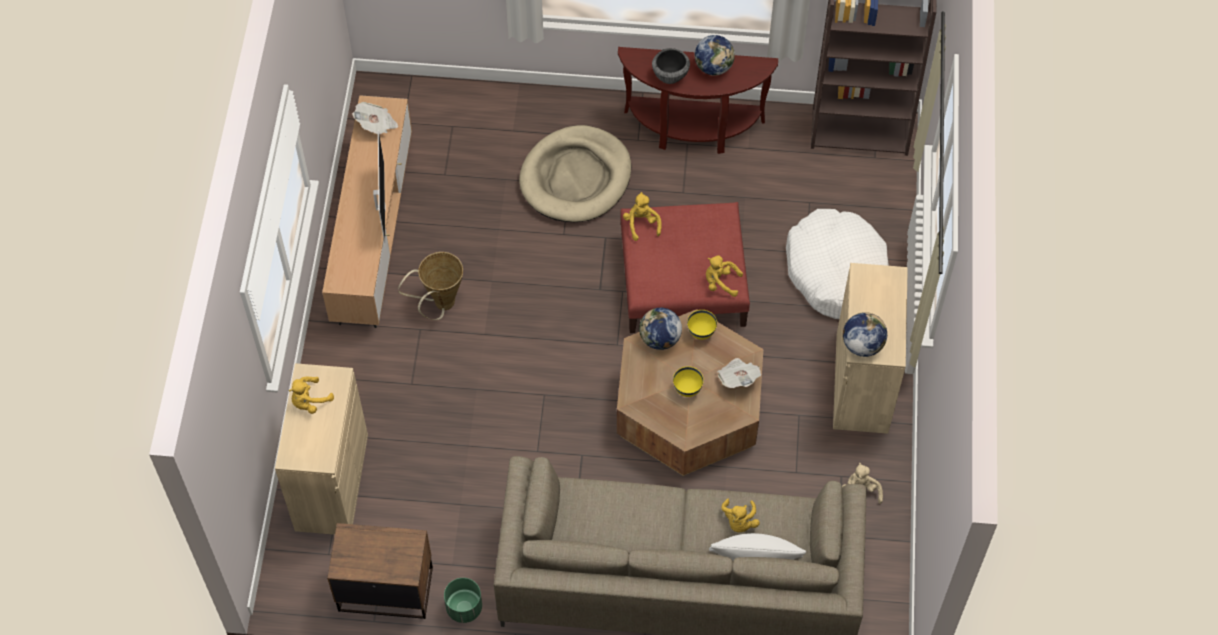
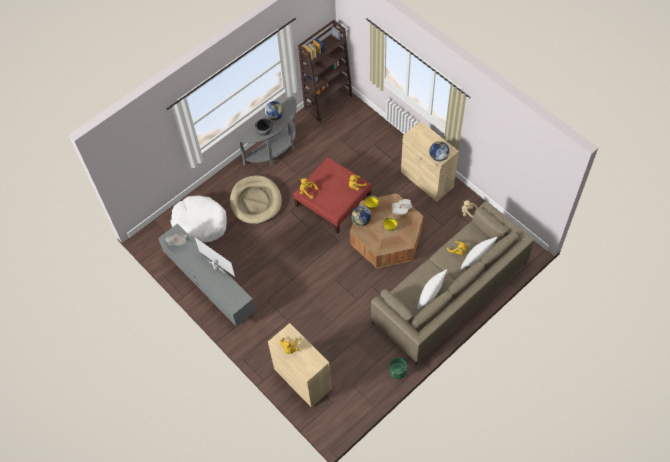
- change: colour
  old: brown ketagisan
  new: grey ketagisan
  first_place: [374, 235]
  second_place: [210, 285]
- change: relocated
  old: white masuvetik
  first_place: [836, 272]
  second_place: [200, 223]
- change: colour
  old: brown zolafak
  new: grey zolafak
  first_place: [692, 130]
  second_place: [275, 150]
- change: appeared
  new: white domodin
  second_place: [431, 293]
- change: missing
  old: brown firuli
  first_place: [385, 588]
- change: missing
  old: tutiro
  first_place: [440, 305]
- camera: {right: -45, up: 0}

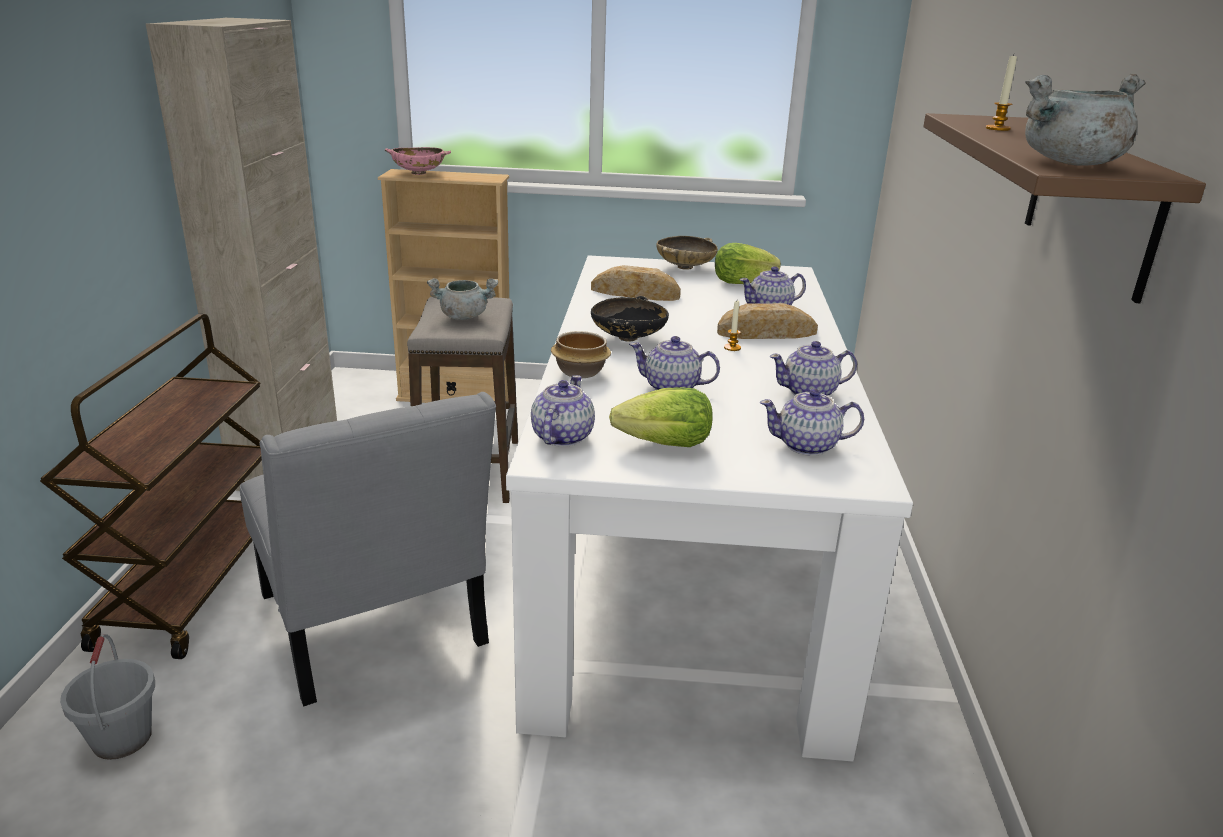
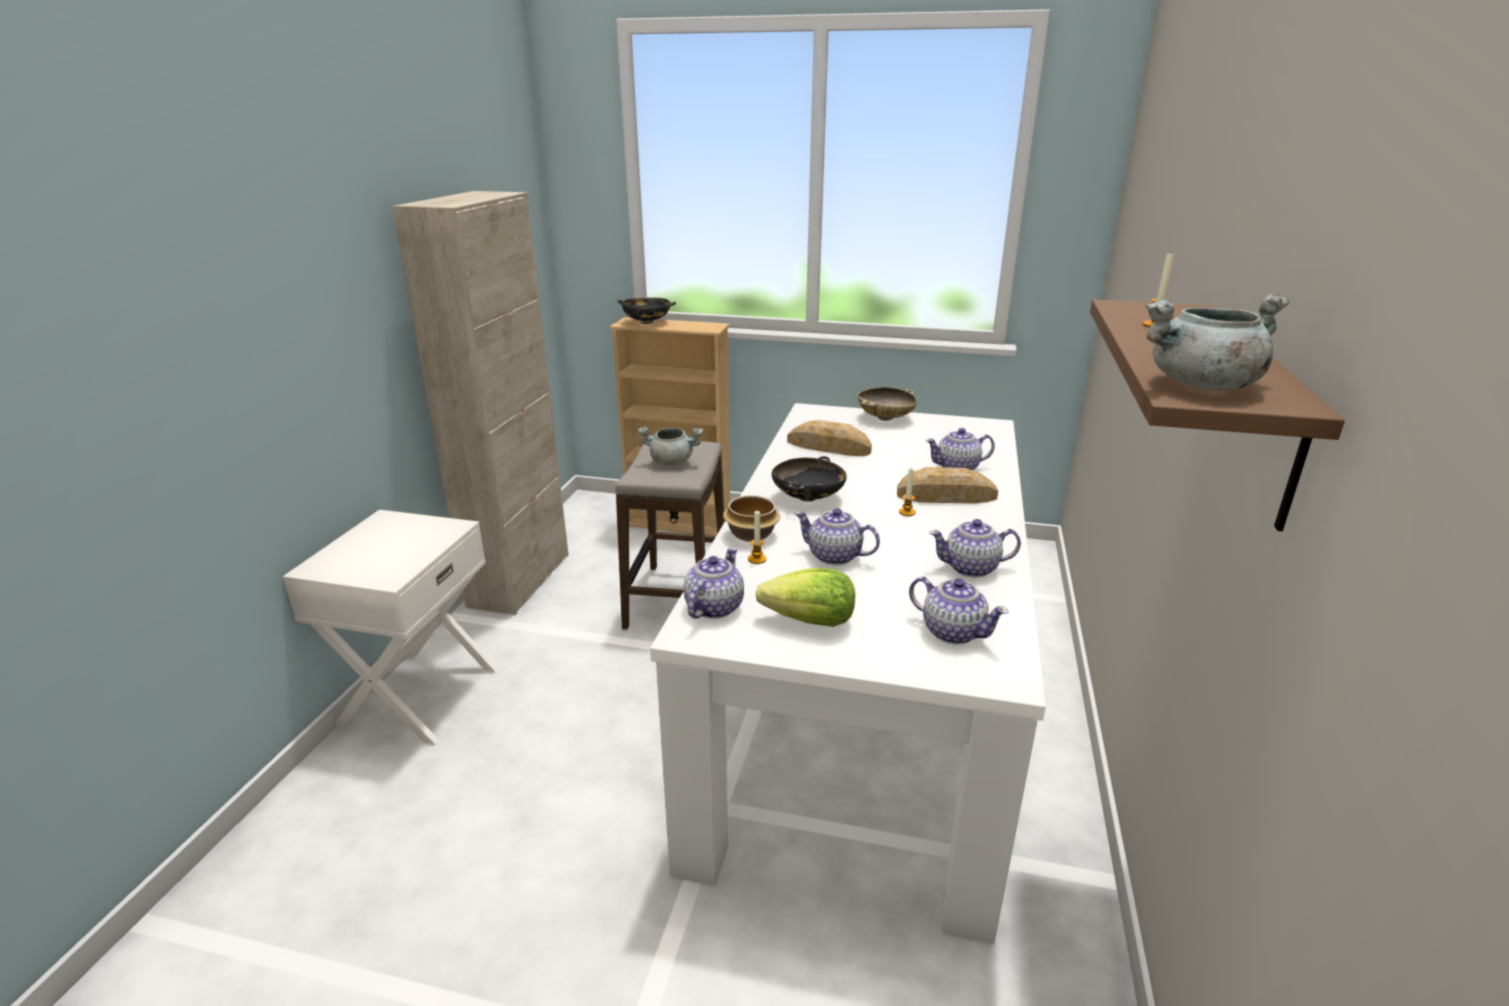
- change: exchanged
  old: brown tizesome
  new: white firuli
  first_place: [193, 581]
  second_place: [418, 695]
- change: colour
  old: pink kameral
  new: black kameral
  first_place: [419, 173]
  second_place: [647, 322]
- change: appeared
  new: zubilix
  second_place: [757, 559]
- change: spun
  old: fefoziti
  first_place: [807, 446]
  second_place: [952, 631]
  degrees: -150
- change: missing
  old: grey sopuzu
  first_place: [121, 738]
- change: missing
  old: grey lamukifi
  first_place: [375, 628]
- change: missing
  old: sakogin
  first_place: [741, 282]
- camera: {right: 10, up: 0}

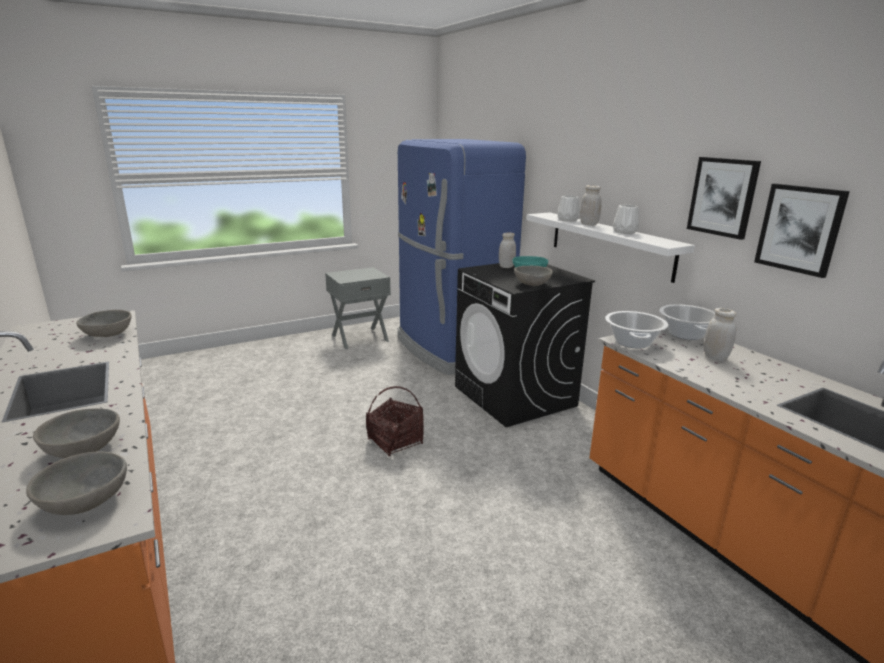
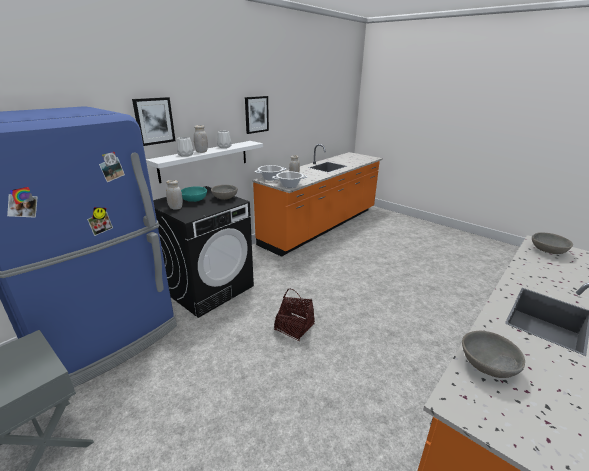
- change: relocated
  old: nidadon
  first_place: [799, 229]
  second_place: [154, 121]
- change: missing
  old: grey kameral
  first_place: [85, 449]
- camera: {right: -110, up: 5}

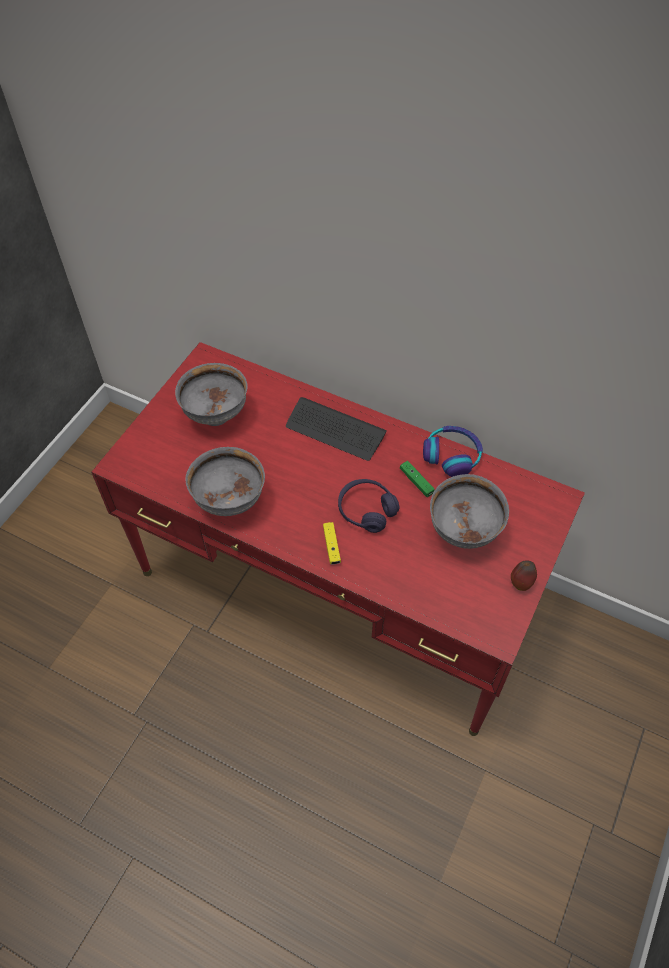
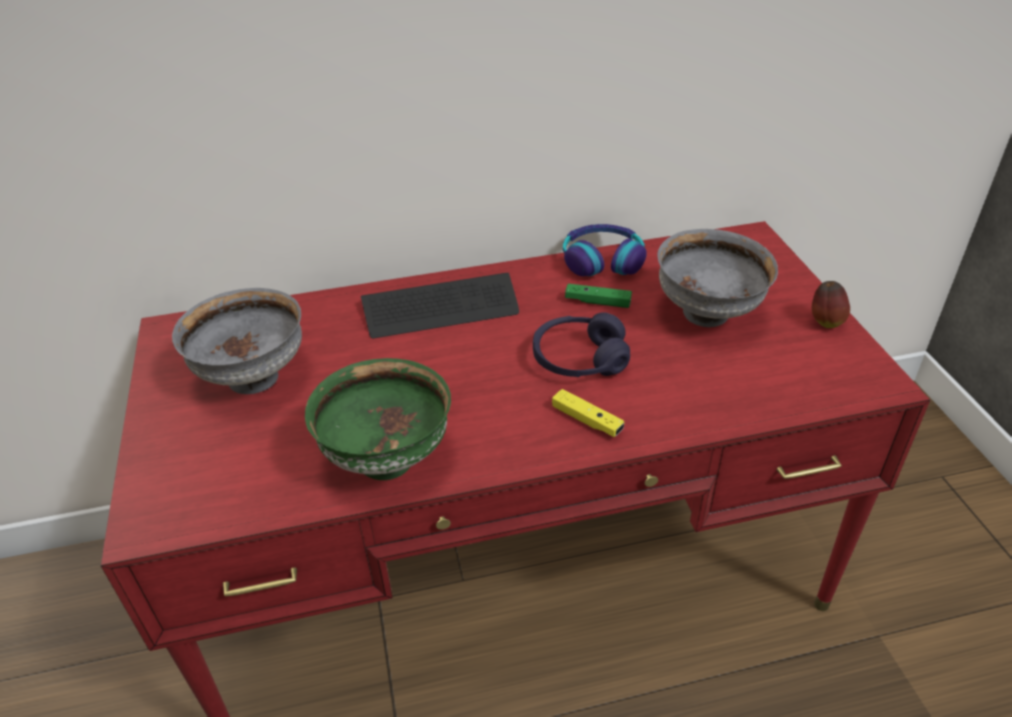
- change: colour
  old: grey kameral
  new: green kameral
  first_place: [229, 500]
  second_place: [386, 458]
- camera: {right: -40, up: -15}

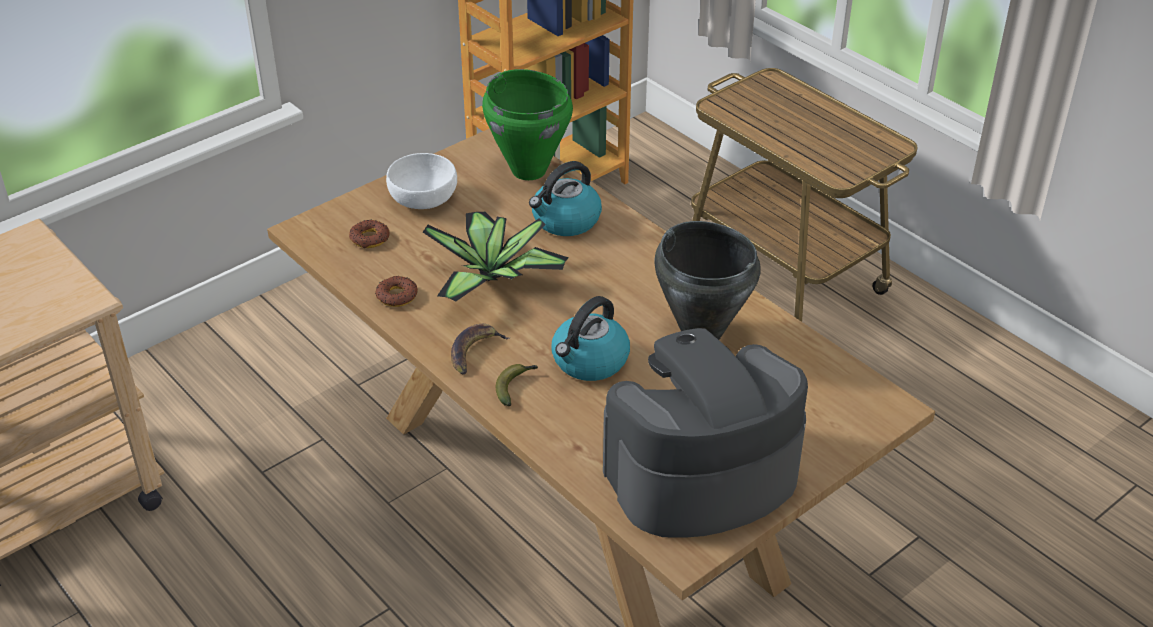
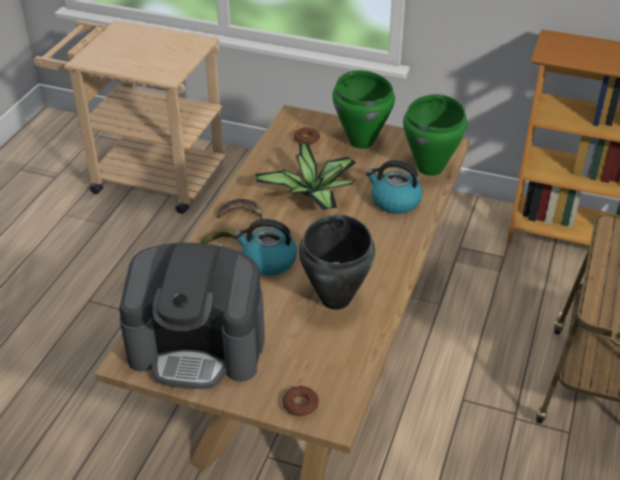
- change: spun
  old: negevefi
  first_place: [700, 475]
  second_place: [198, 346]
  degrees: 150
- change: relocated
  old: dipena
  first_place: [397, 296]
  second_place: [300, 404]
- change: exchanged
  old: white kameral
  new: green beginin
  first_place: [422, 198]
  second_place: [361, 141]
- camera: {right: 60, up: 0}

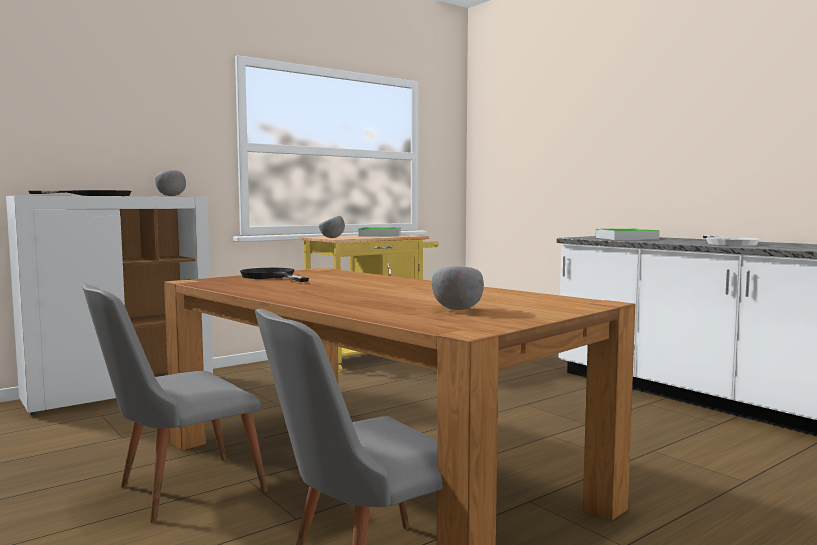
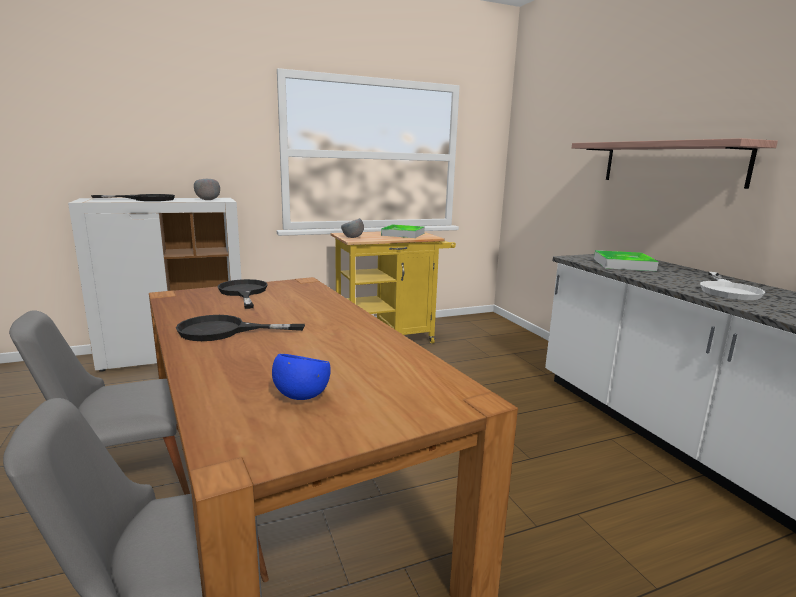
- change: appeared
  new: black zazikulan
  second_place: [224, 331]
- change: colour
  old: grey kameral
  new: blue kameral
  first_place: [457, 310]
  second_place: [301, 397]
- change: appeared
  new: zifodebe
  second_place: [670, 163]
- camera: {right: 15, up: 10}

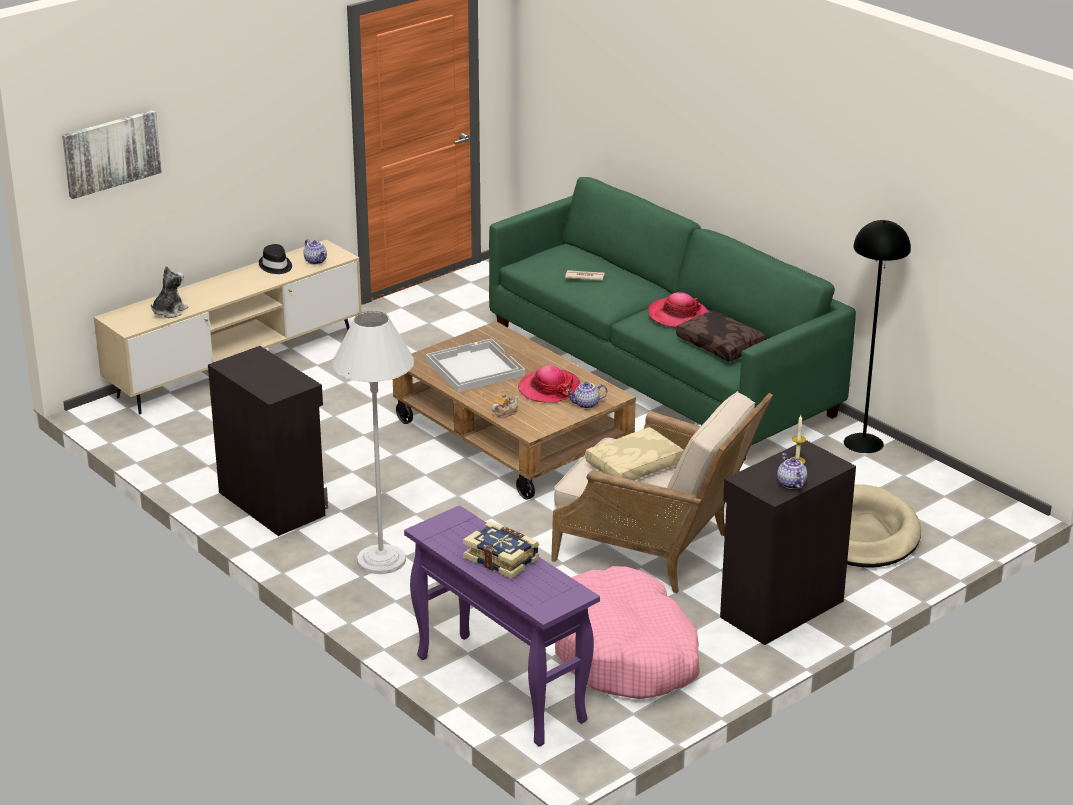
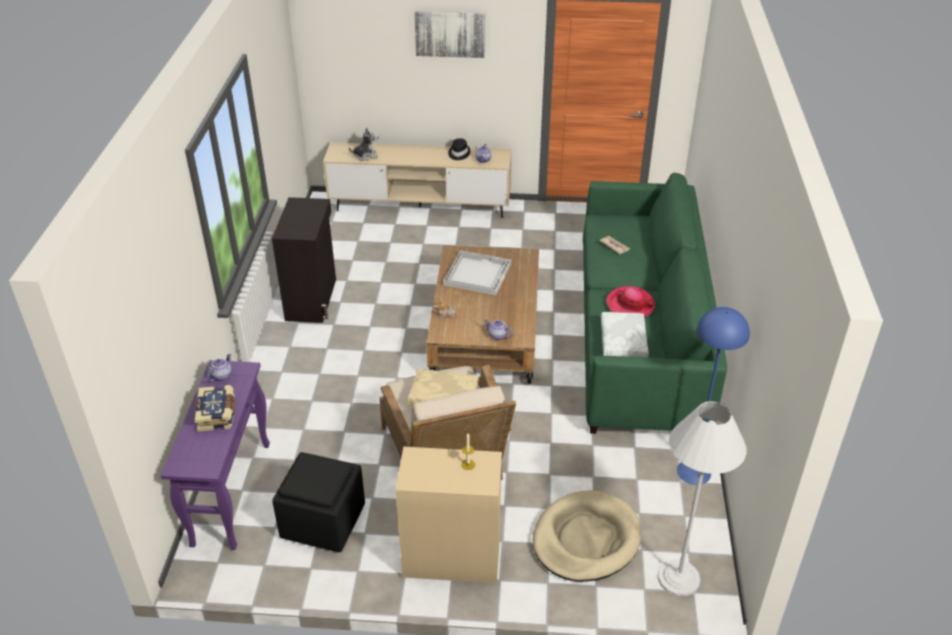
- change: relocated
  old: fefoziti
  first_place: [790, 484]
  second_place: [221, 376]
- change: exchanged
  old: pink masuvetik
  new: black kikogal
  first_place: [626, 653]
  second_place: [323, 521]
- change: colour
  old: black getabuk
  new: beige getabuk
  first_place: [779, 608]
  second_place: [451, 557]
- change: relocated
  old: nidadon
  first_place: [111, 153]
  second_place: [450, 34]
- change: colour
  old: brown domodin
  new: white domodin
  first_place: [722, 345]
  second_place: [624, 342]
- change: relocated
  old: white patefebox
  first_place: [381, 560]
  second_place: [678, 578]
- change: colour
  old: black patefebox
  new: blue patefebox
  first_place: [864, 443]
  second_place: [694, 472]
- change: missing
  old: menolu
  first_place: [549, 389]
- camera: {right: 45, up: 10}

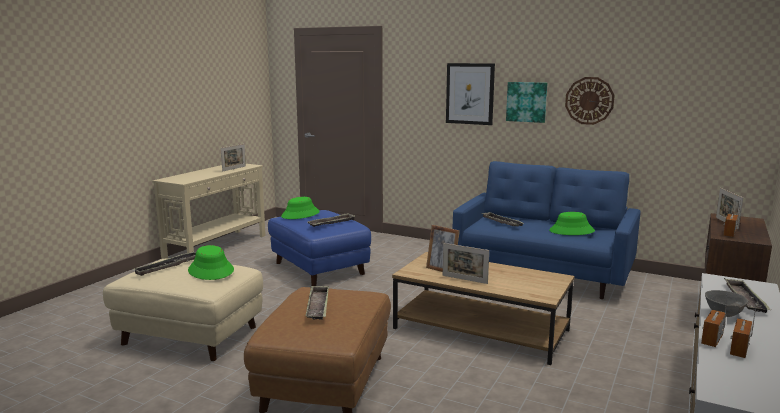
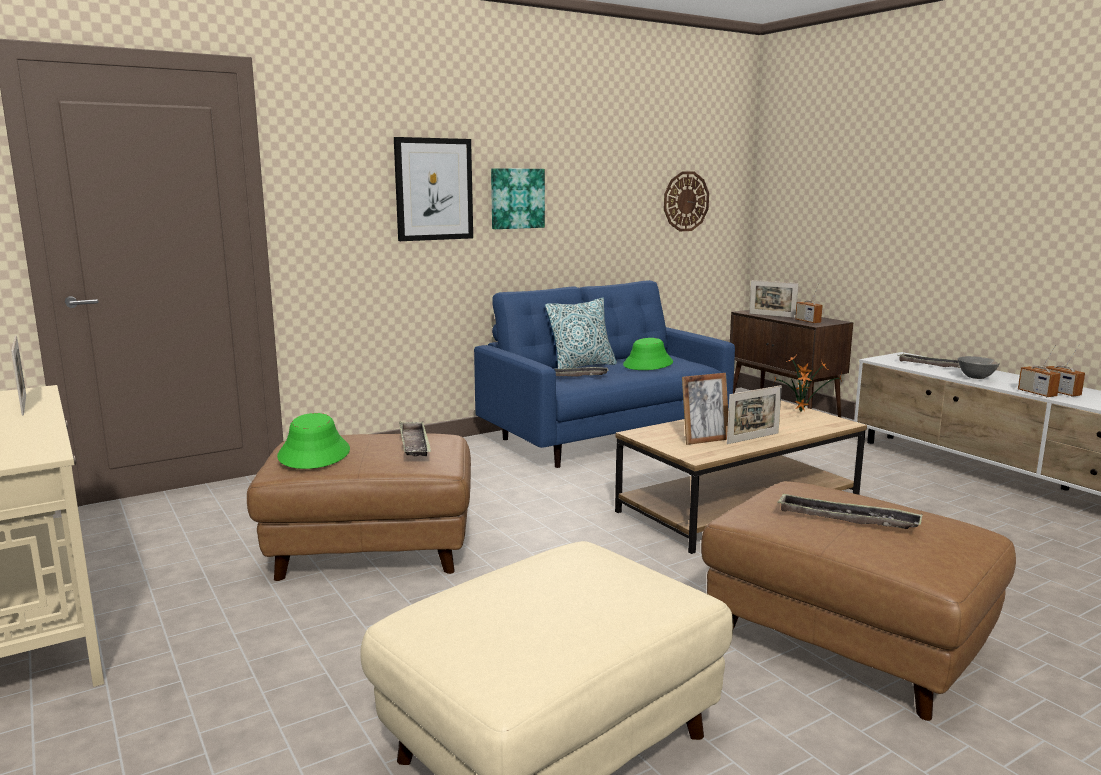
- change: colour
  old: blue kikogal
  new: brown kikogal
  first_place: [320, 268]
  second_place: [372, 549]
- change: appeared
  new: domodin
  second_place: [581, 366]
- change: relocated
  old: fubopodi
  first_place: [589, 100]
  second_place: [685, 201]
- change: appeared
  new: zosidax
  second_place: [801, 412]
- change: missing
  old: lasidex
  first_place: [168, 266]
- change: missing
  old: green menolu
  first_place: [211, 270]
- camera: {right: -60, up: 0}

